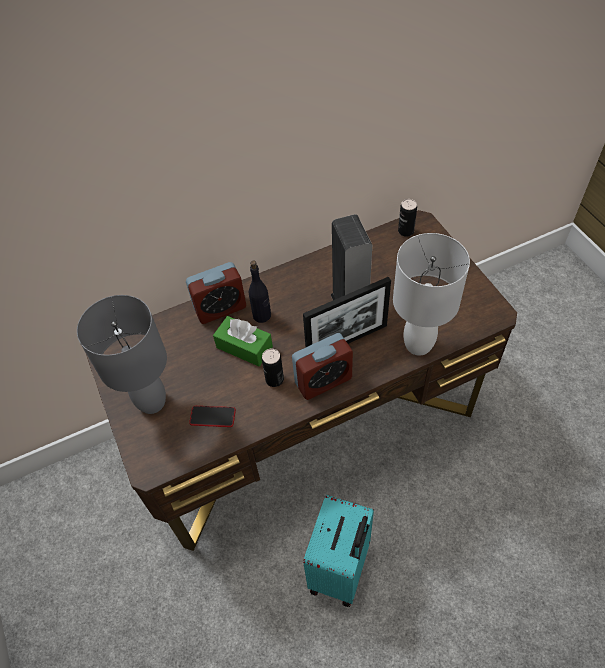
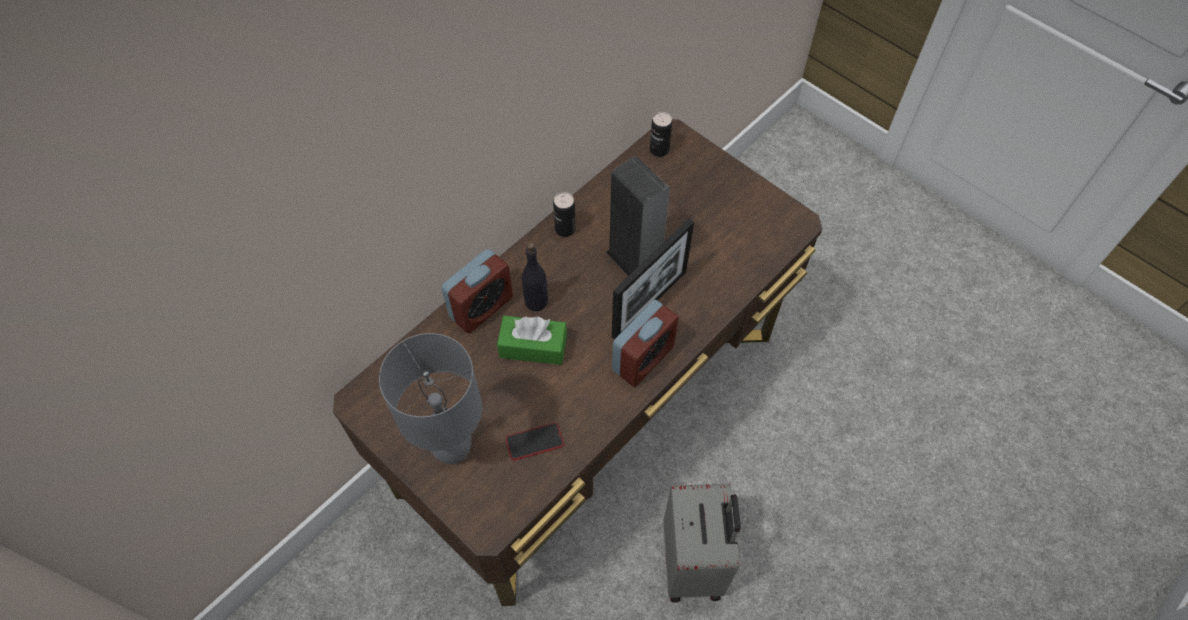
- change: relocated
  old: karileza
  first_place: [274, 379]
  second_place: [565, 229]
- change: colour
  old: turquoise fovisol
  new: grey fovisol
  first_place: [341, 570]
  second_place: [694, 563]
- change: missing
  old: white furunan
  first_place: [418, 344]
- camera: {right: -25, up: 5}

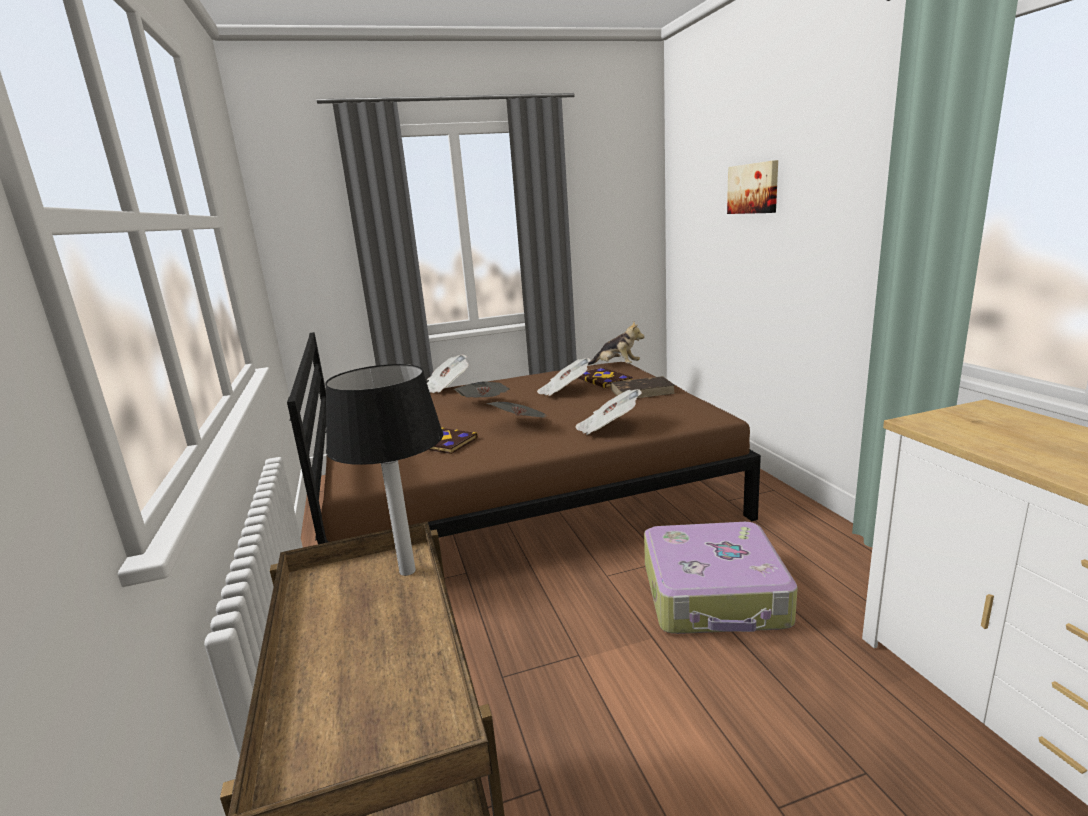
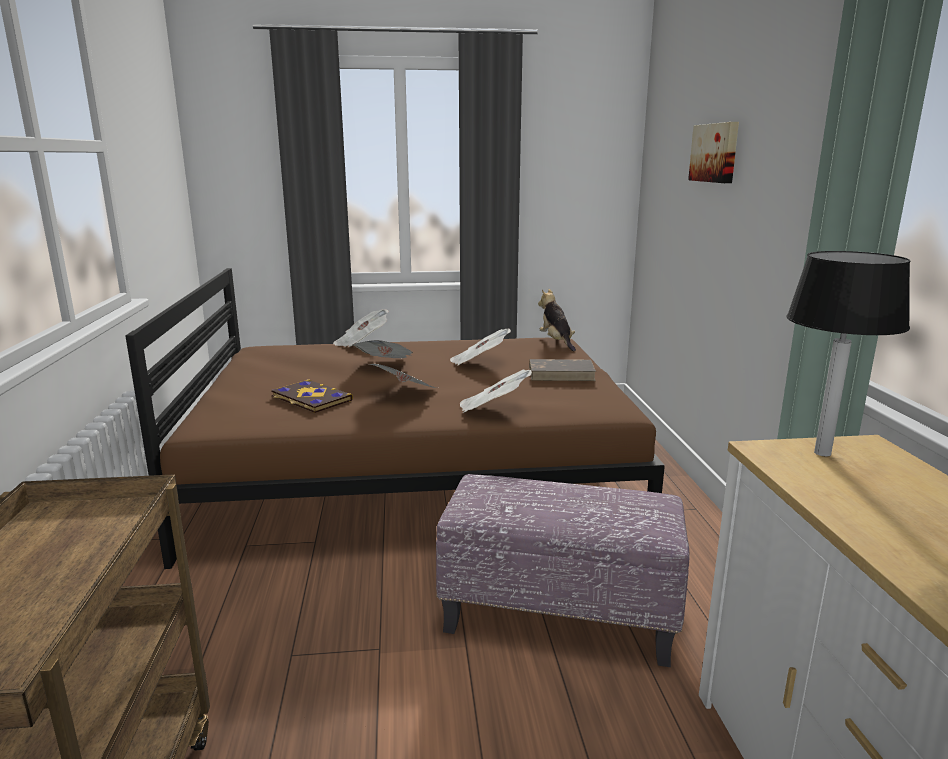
- change: exchanged
  old: fovisol
  new: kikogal
  first_place: [715, 595]
  second_place: [560, 614]
- change: spun
  old: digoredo
  first_place: [616, 366]
  second_place: [556, 342]
  degrees: -150
- change: relocated
  old: furunan
  first_place: [407, 571]
  second_place: [823, 453]
- change: missing
  old: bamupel
  first_place: [604, 379]
- camera: {right: 10, up: 0}

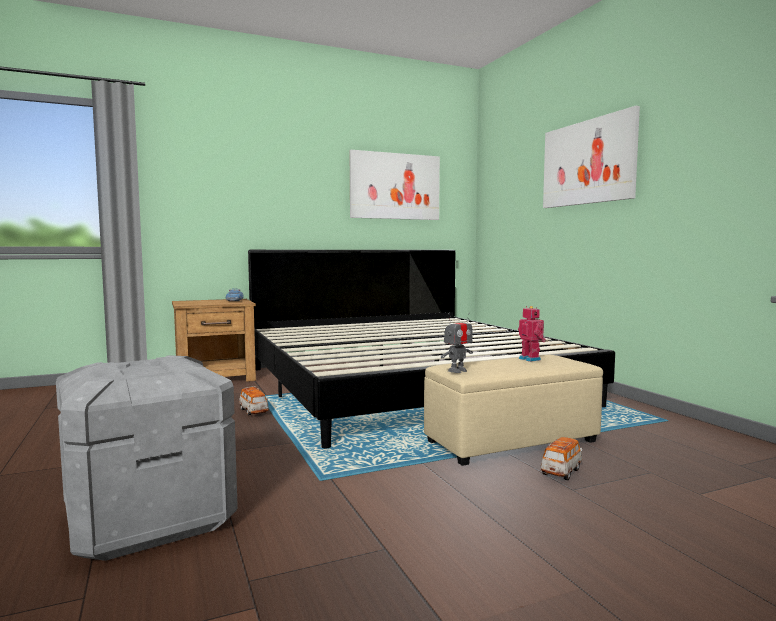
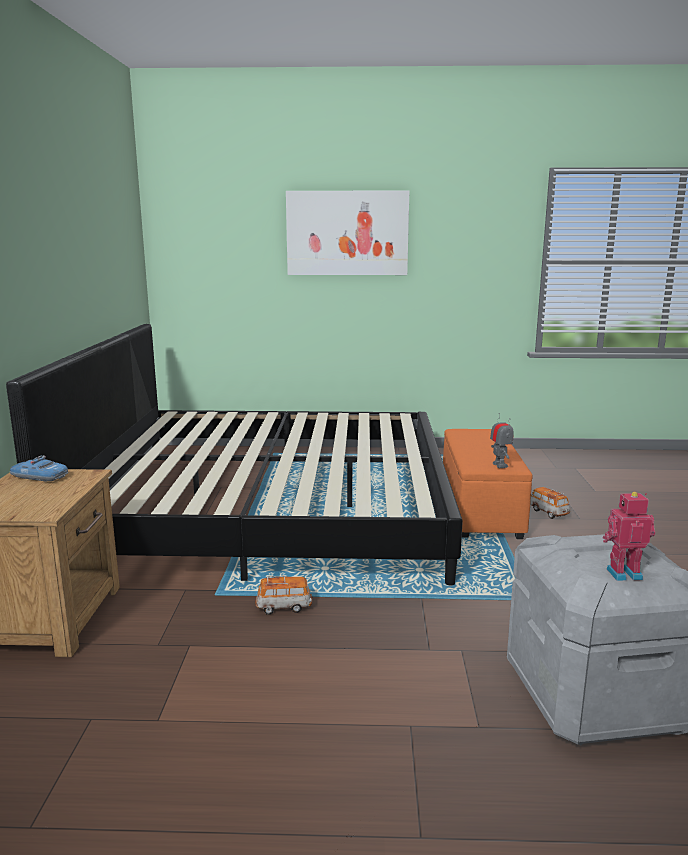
- change: colour
  old: beige kikogal
  new: orange kikogal
  first_place: [512, 441]
  second_place: [480, 509]
- change: relocated
  old: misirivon
  first_place: [530, 359]
  second_place: [623, 573]
- change: missing
  old: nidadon
  first_place: [395, 186]
- camera: {right: -65, up: 10}

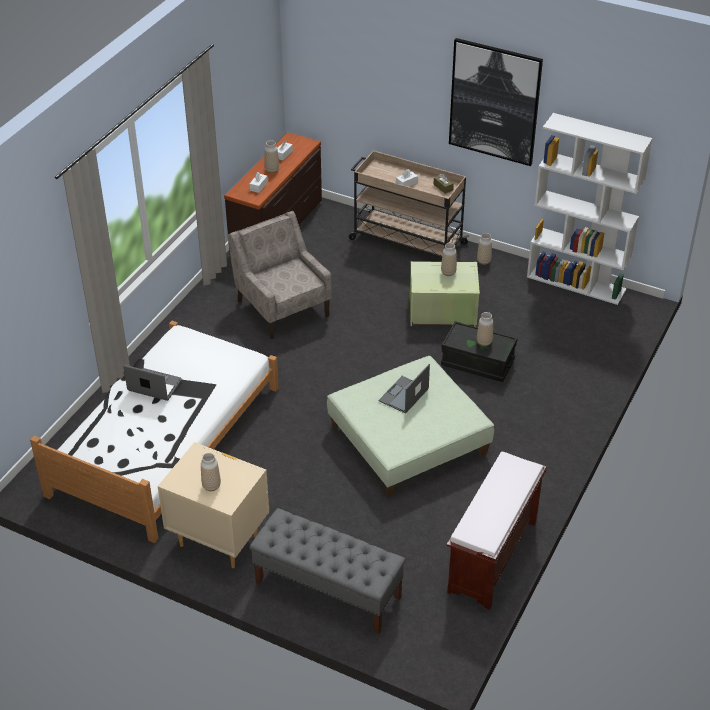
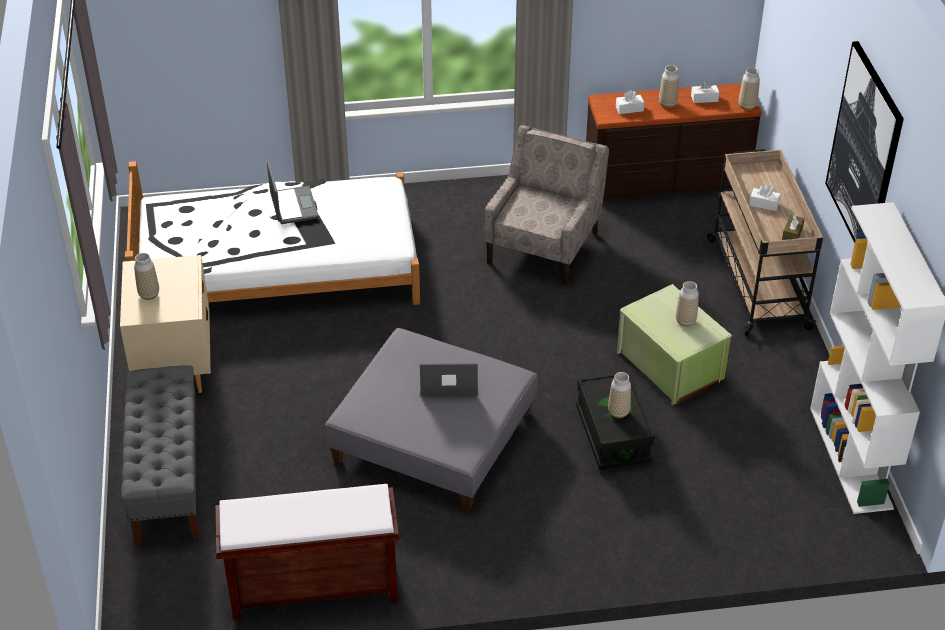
- change: colour
  old: green kikogal
  new: grey kikogal
  first_place: [408, 440]
  second_place: [432, 437]
- change: relocated
  old: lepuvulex
  first_place: [483, 261]
  second_place: [747, 106]
- camera: {right: 55, up: 0}

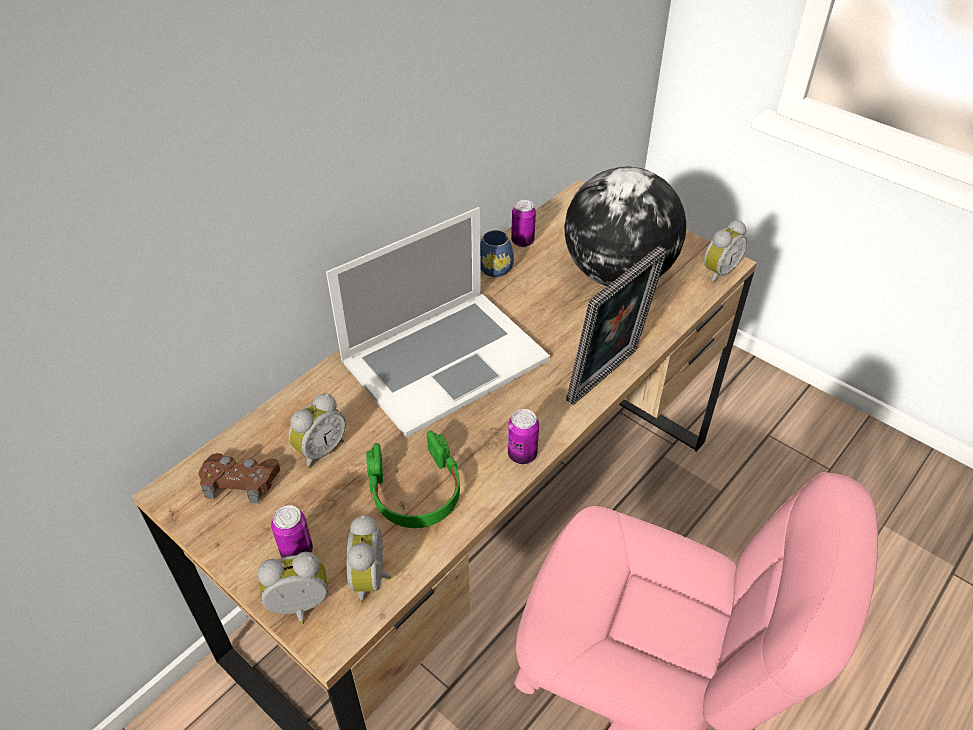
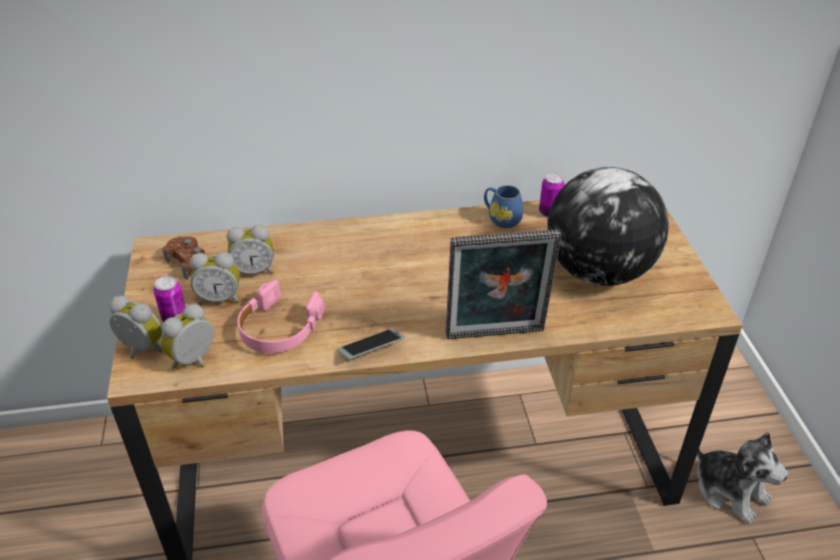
- change: relocated
  old: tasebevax
  first_place: [717, 272]
  second_place: [220, 298]
- change: colour
  old: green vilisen
  new: pink vilisen
  first_place: [415, 490]
  second_place: [279, 328]
- change: exchanged
  old: karileza
  new: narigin
  first_place: [522, 455]
  second_place: [371, 349]
- change: appeared
  new: digoredo
  second_place: [730, 490]
- change: missing
  old: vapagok
  first_place: [444, 359]
- camera: {right: 40, up: -5}

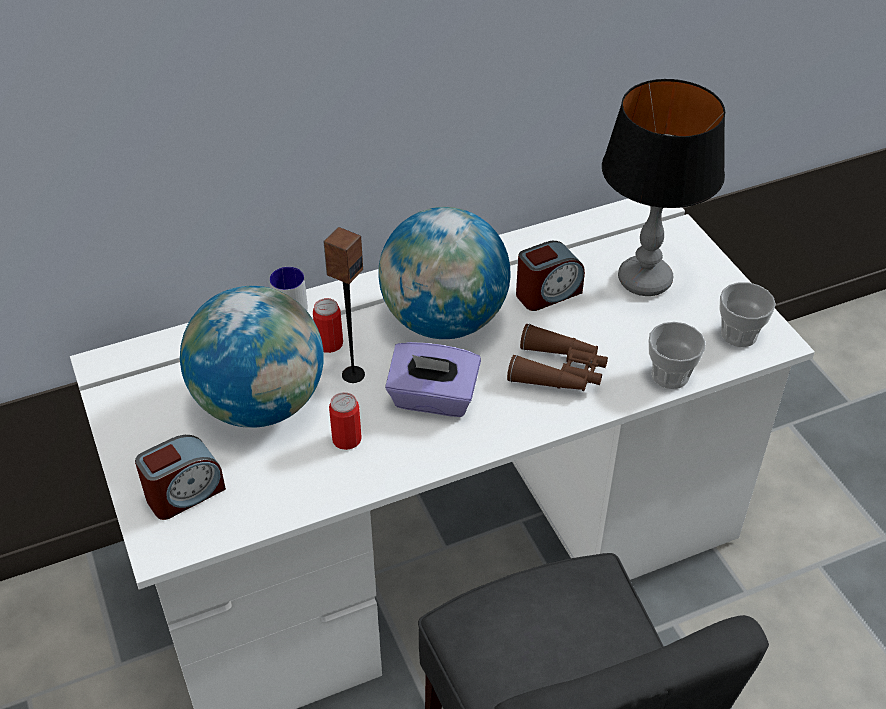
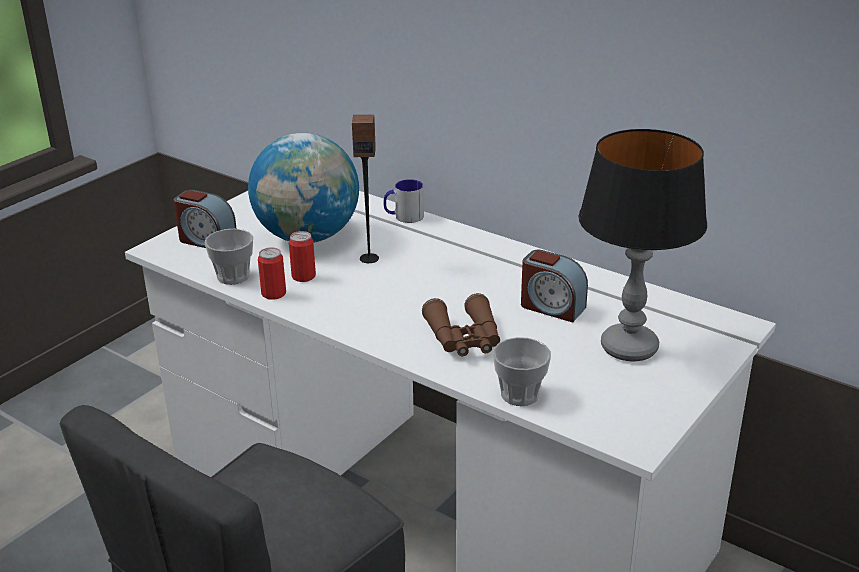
- change: relocated
  old: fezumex
  first_place: [739, 334]
  second_place: [233, 276]
- change: relocated
  old: karileza
  first_place: [329, 344]
  second_place: [274, 294]
- change: missing
  old: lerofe
  first_place: [444, 321]
- change: missing
  old: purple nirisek
  first_place: [433, 399]
- camera: {right: 60, up: -15}

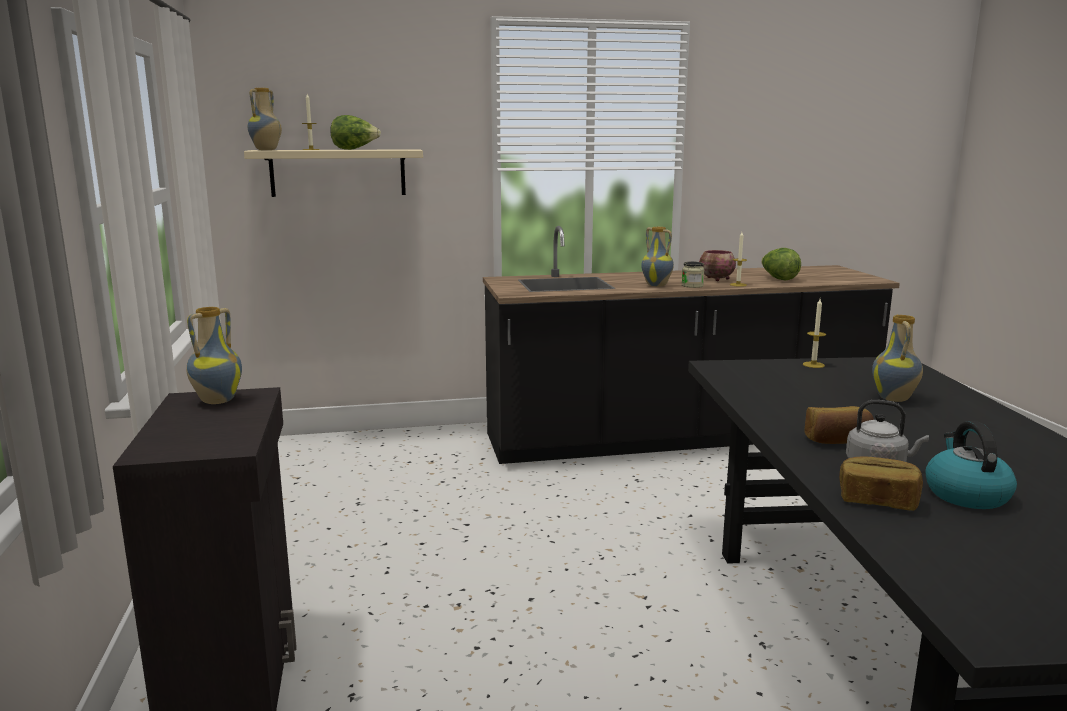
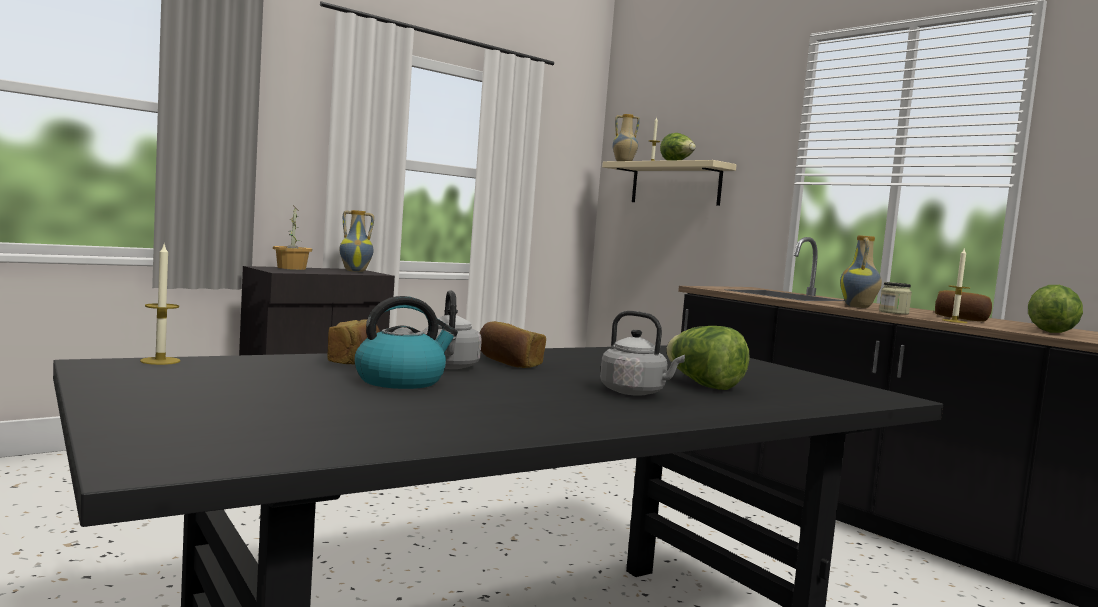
- change: relocated
  old: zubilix
  first_place: [813, 365]
  second_place: [160, 361]
- change: appeared
  new: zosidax
  second_place: [291, 268]
- change: appeared
  new: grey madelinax
  second_place: [635, 392]
- change: exchanged
  old: lepuvulex
  new: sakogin
  first_place: [895, 399]
  second_place: [703, 385]
- change: exchanged
  old: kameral
  new: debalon
  first_place: [716, 279]
  second_place: [961, 319]
- camera: {right: 60, up: -10}

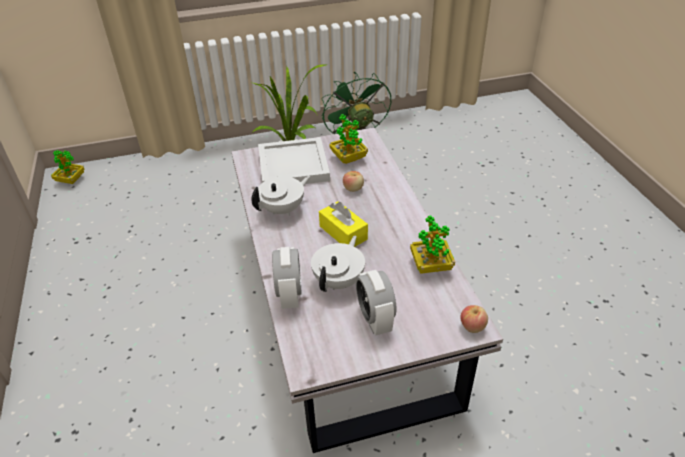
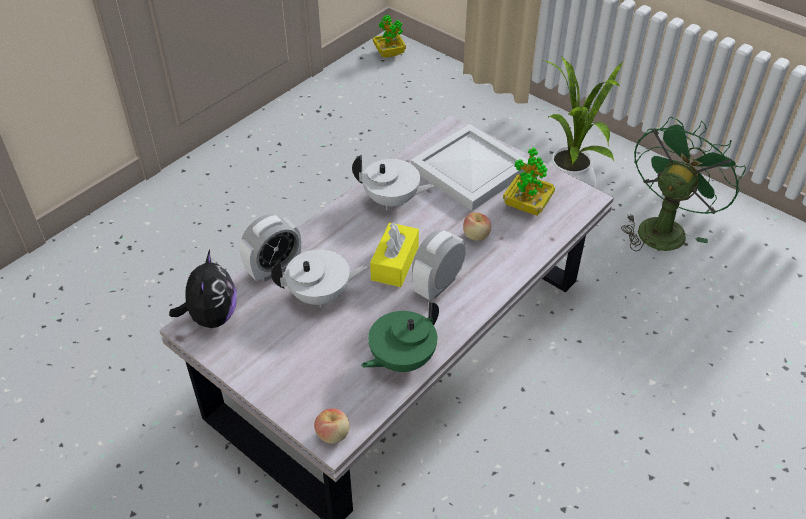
- change: appeared
  new: digoredo
  second_place: [211, 317]
- change: exchanged
  old: zosidax
  new: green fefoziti
  first_place: [431, 266]
  second_place: [401, 359]
- change: relocated
  old: tasebevax
  first_place: [375, 319]
  second_place: [438, 285]
- camera: {right: 55, up: 5}

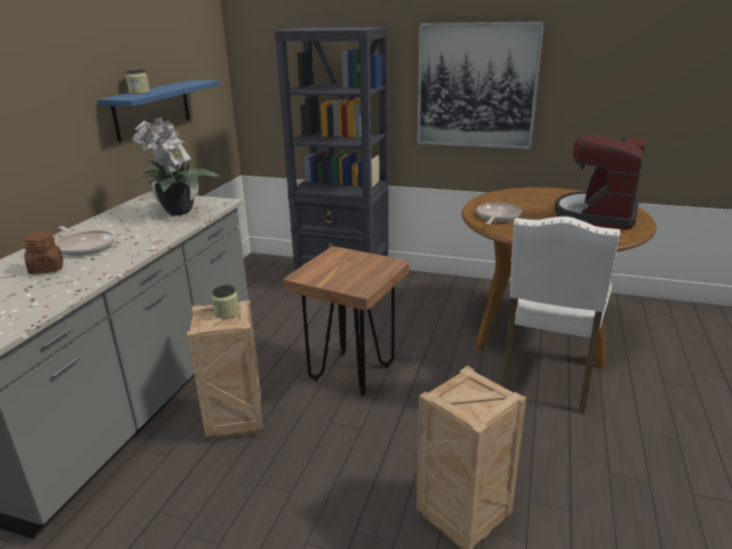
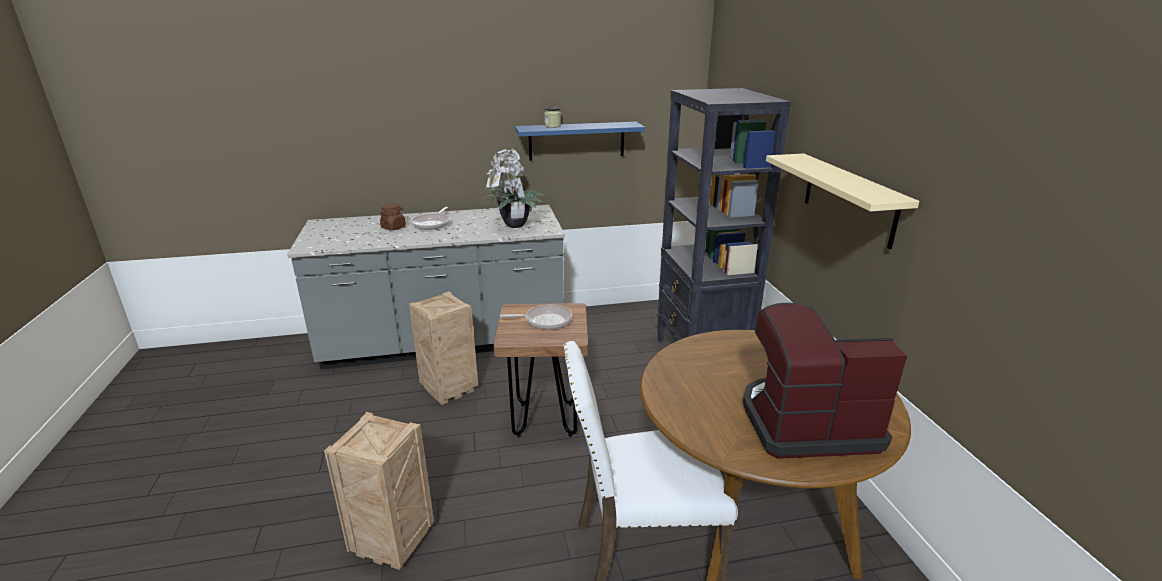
- change: relocated
  old: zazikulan
  first_place: [497, 217]
  second_place: [545, 321]
- change: exchanged
  old: nidadon
  new: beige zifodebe
  first_place: [476, 86]
  second_place: [849, 199]
- change: missing
  old: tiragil
  first_place: [226, 312]
- camera: {right: 60, up: 0}

